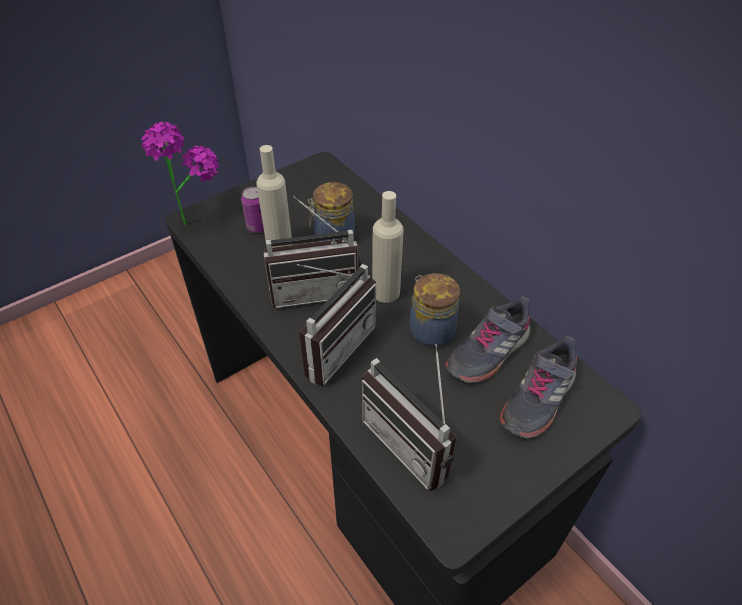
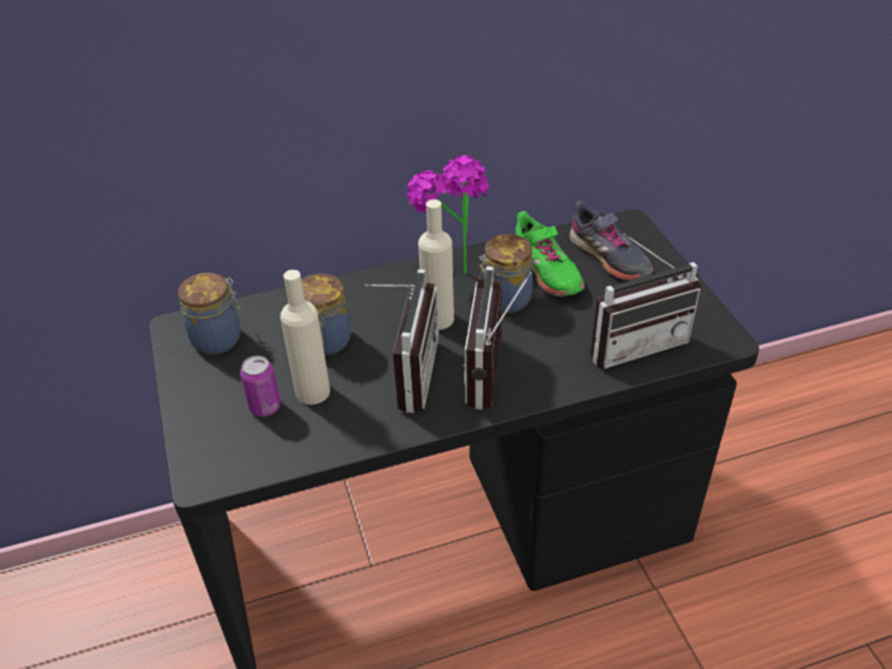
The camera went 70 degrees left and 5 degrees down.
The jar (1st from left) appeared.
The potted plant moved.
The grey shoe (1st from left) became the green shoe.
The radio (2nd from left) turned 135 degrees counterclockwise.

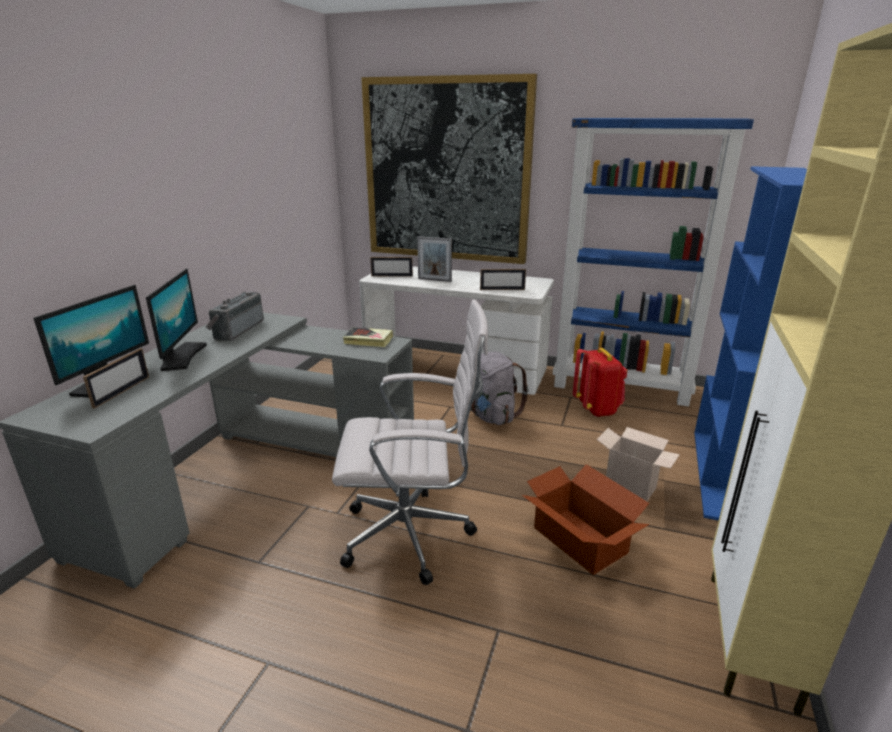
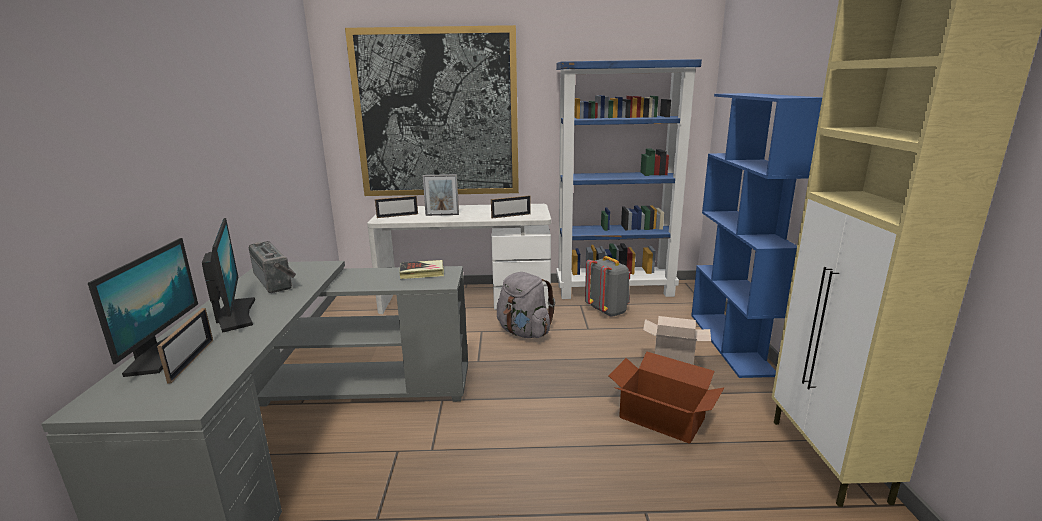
The camera went 20 degrees left and 5 degrees down.
The white office chair disappeared.
The red backpack became the grey backpack (2nd from left).
The radio turned 150 degrees clockwise.

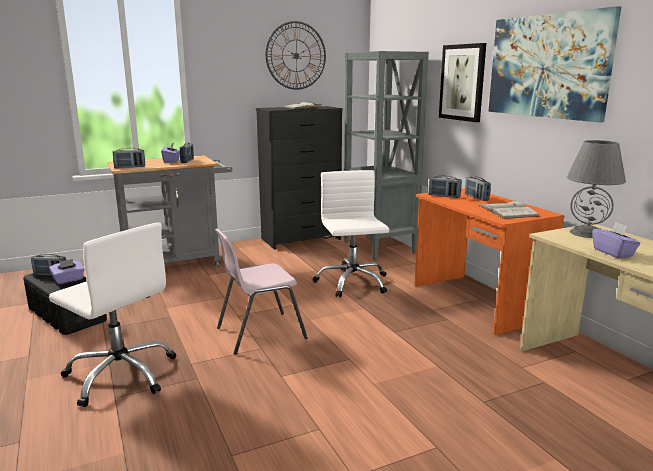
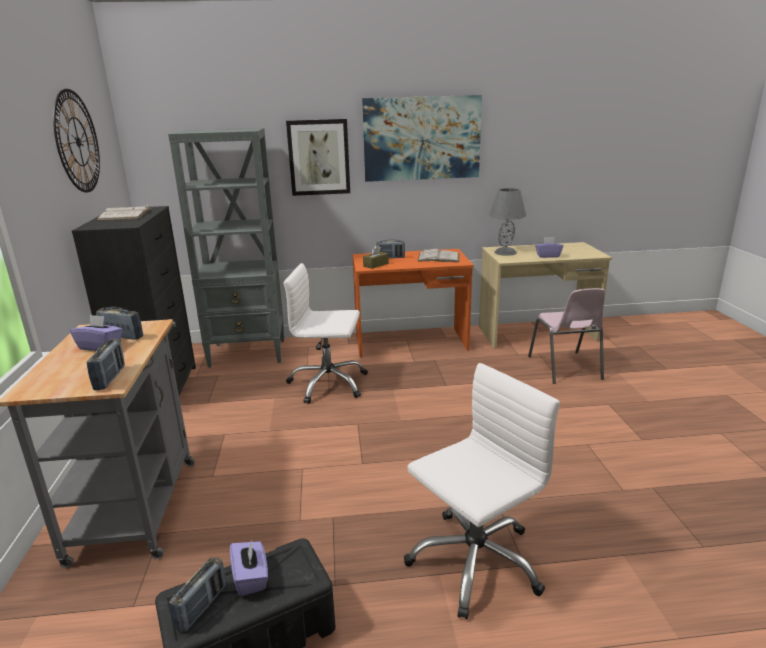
The camera went 70 degrees left and 5 degrees up.
The pink chair moved.
The radio (4th from left) was replaced by the brown tissue box.

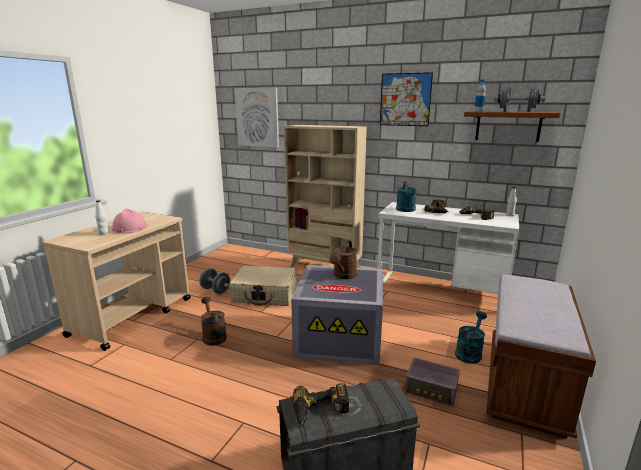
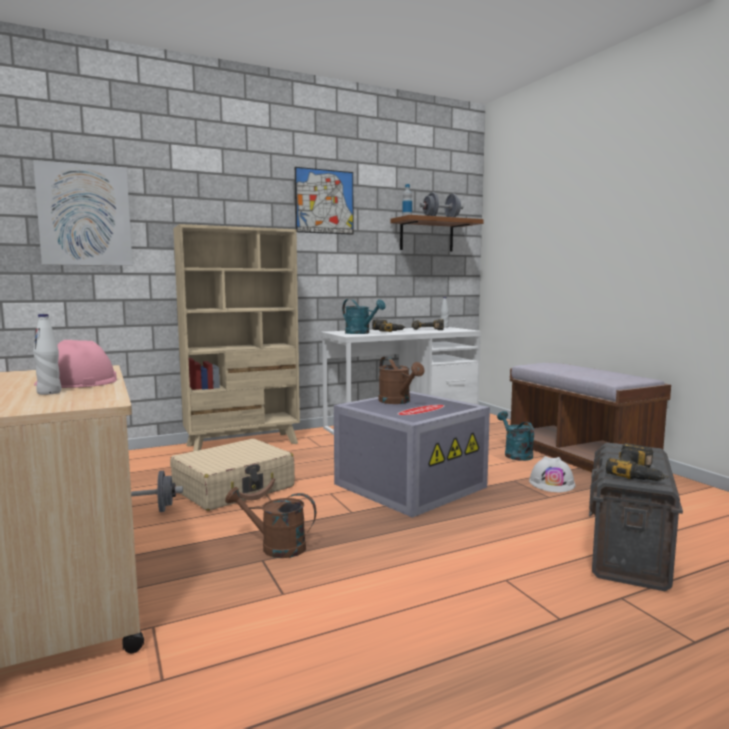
The camera went 50 degrees left and 10 degrees down.
The radio was replaced by the white hard hat.

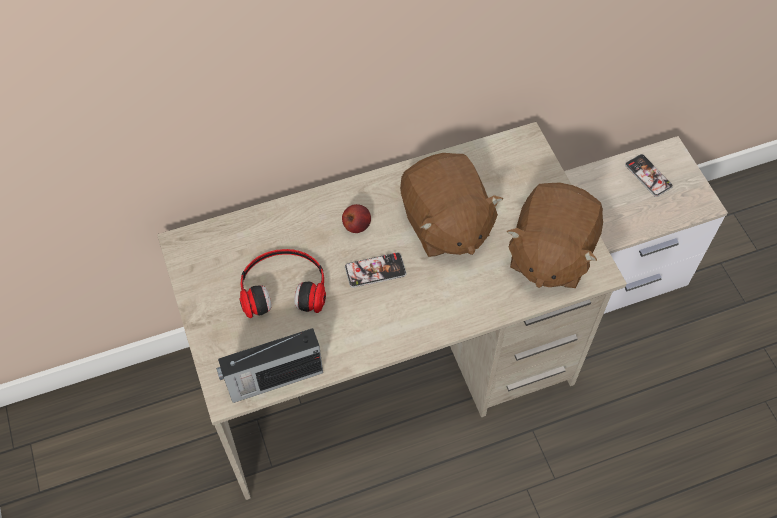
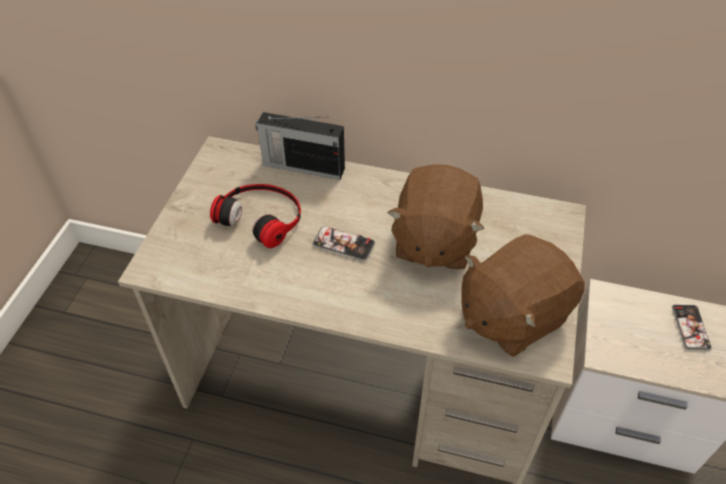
The camera went 35 degrees right and 10 degrees down.
The apple disappeared.
The radio moved.

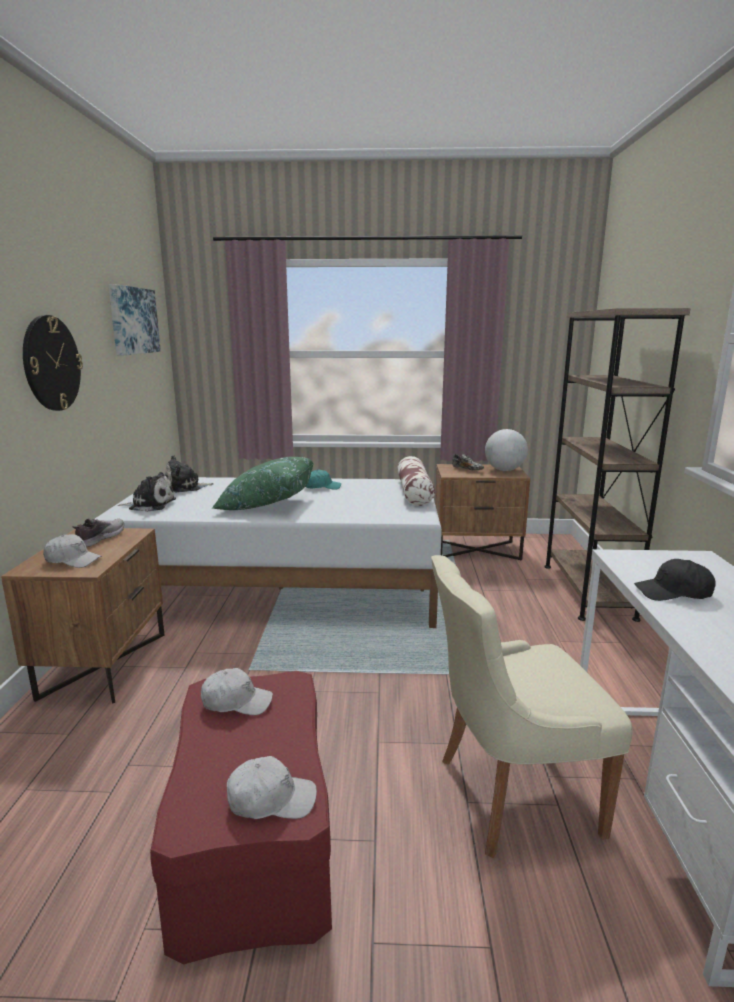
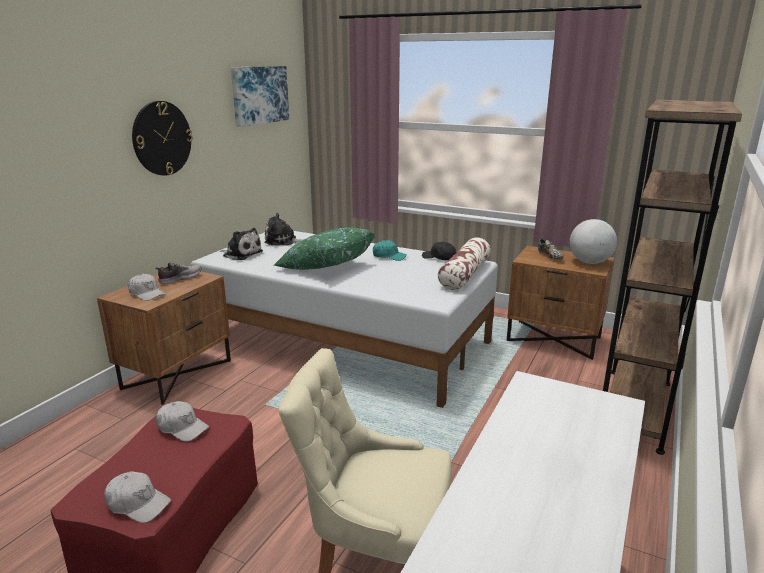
The camera went 25 degrees right and 5 degrees up.
The black cap moved.

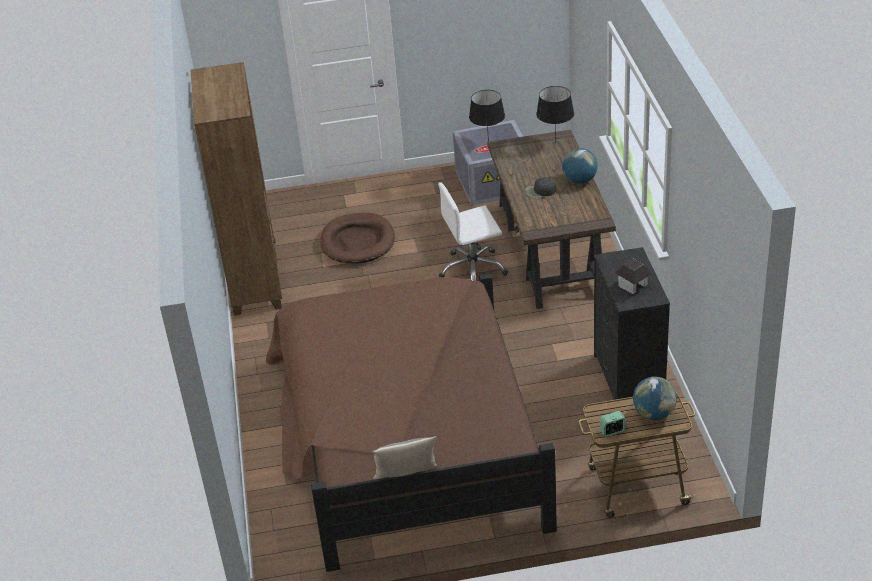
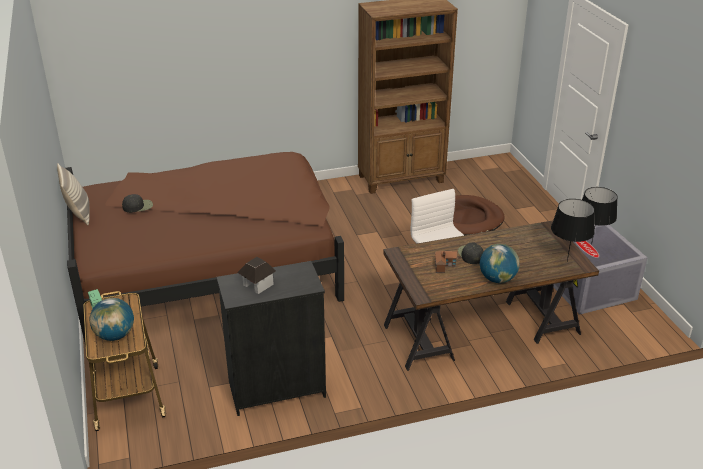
The camera went 80 degrees right and 5 degrees down.
The black cap (1st from left) appeared.
The toy house (2nd from left) appeared.

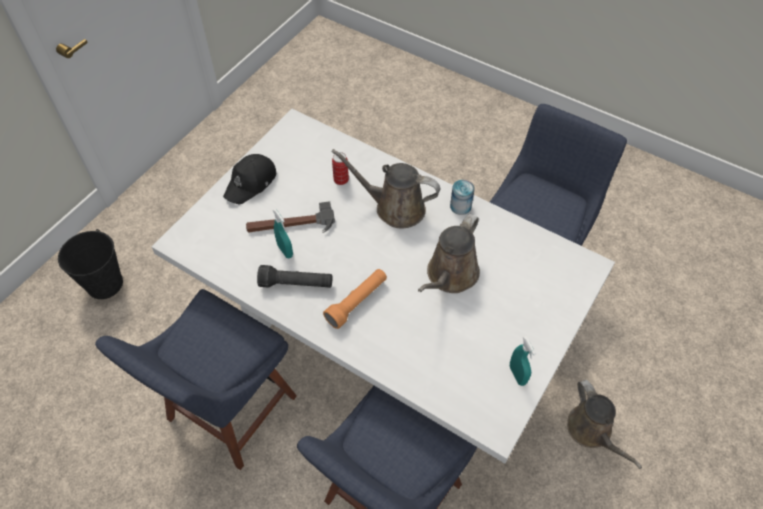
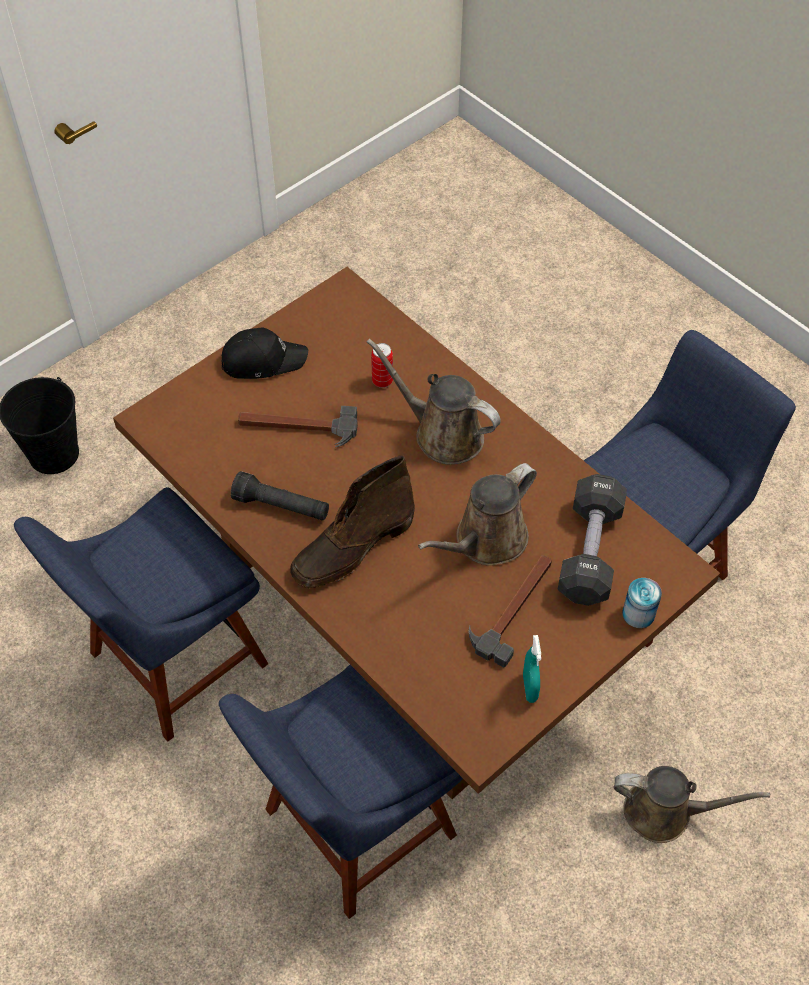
The camera went 15 degrees right and 0 degrees up.
The turquoise spray bottle (1st from left) disappeared.
The hammer (2nd from left) appeared.
The black dumbbell appeared.
The can (2nd from left) moved.
The orange flashlight was replaced by the brown boot.
The white dining table became the brown dining table.
The black cap turned 150 degrees counterclockwise.
The brown watering can (3rd from left) turned 75 degrees counterclockwise.

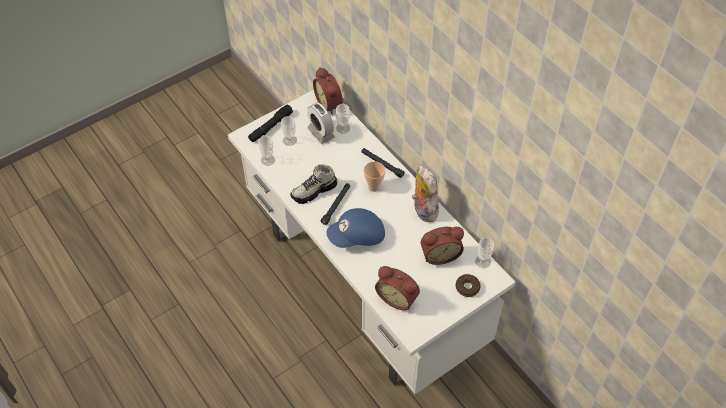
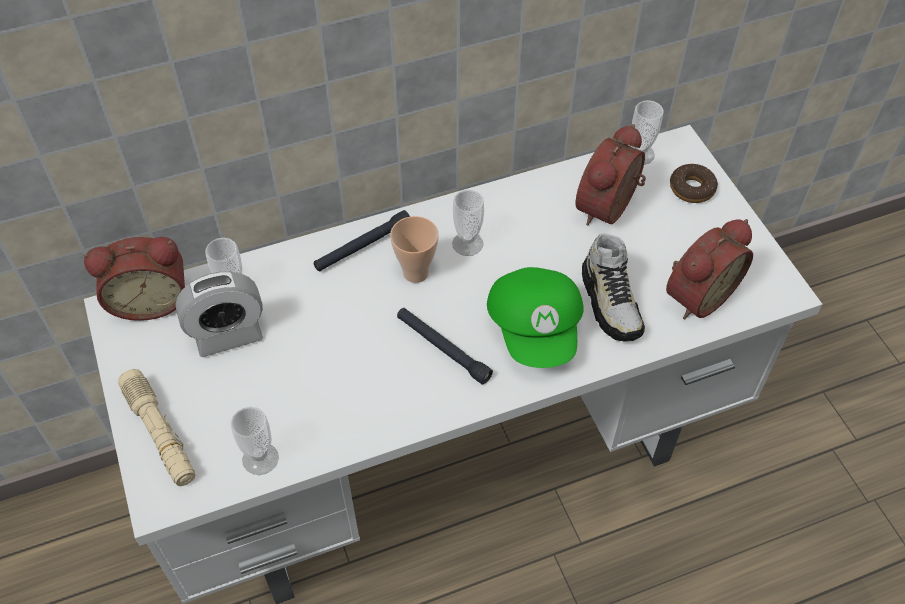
The camera went 75 degrees left and 0 degrees up.
The plush toy disappeared.
The cup (2nd from left in the first image) moved.
The shoe moved.
The black flashlight (1st from left) became the beige flashlight.
The blue cap became the green cap.
The alarm clock (4th from left in the first image) turned 150 degrees counterclockwise.

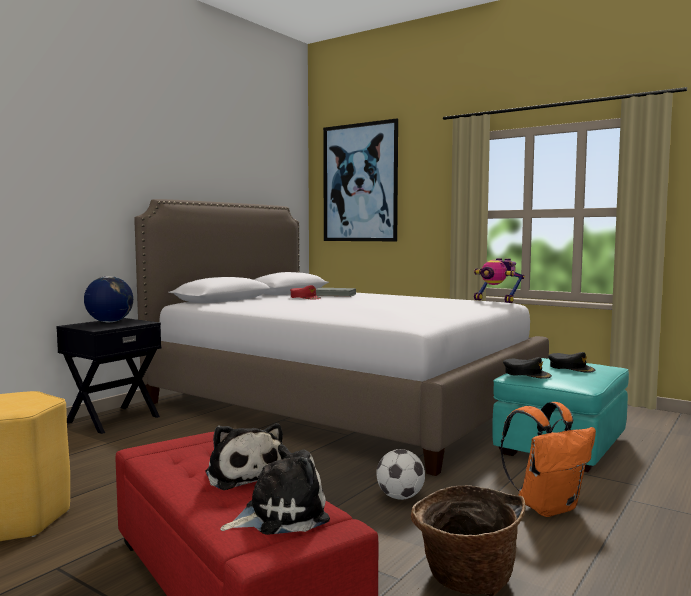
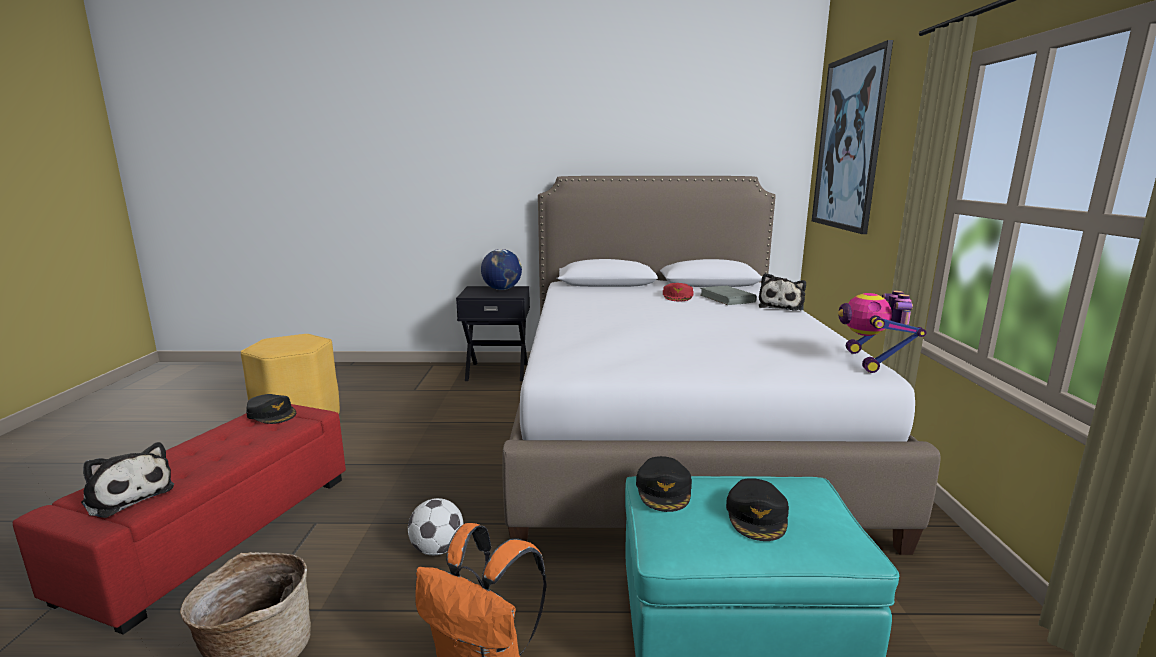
The camera went 55 degrees right and 10 degrees up.
The black cap (1st from left) appeared.
The plush toy (1st from left in the first image) moved.

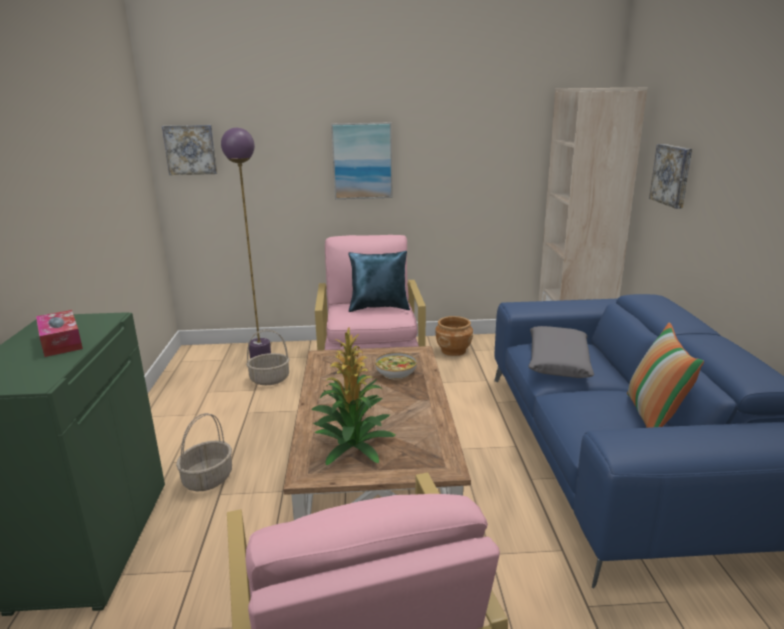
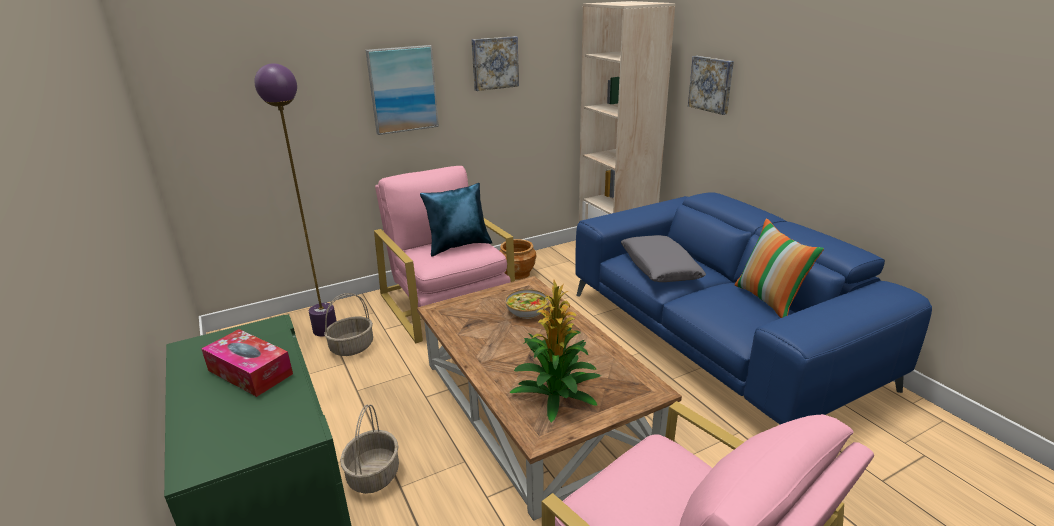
The camera went 25 degrees left and 5 degrees up.
The picture (1st from left in the first image) moved.

